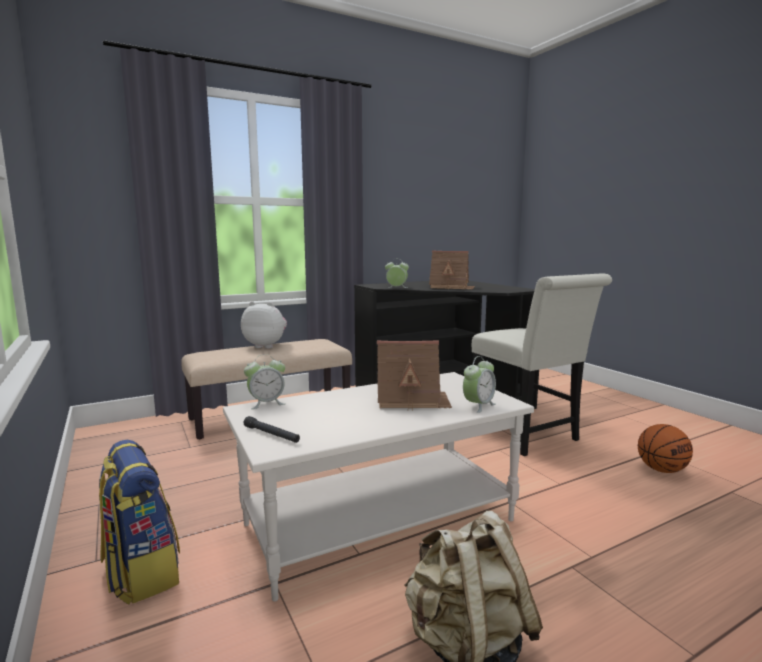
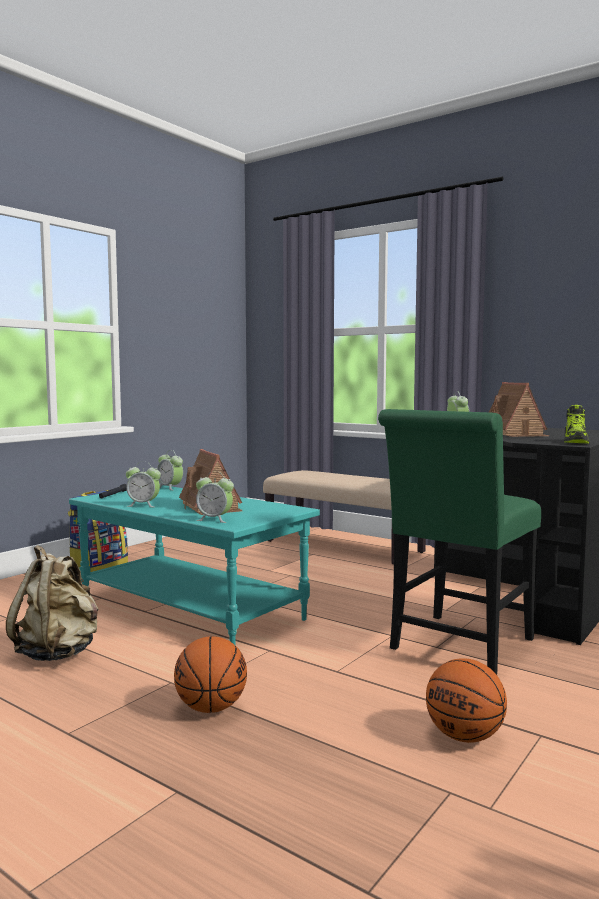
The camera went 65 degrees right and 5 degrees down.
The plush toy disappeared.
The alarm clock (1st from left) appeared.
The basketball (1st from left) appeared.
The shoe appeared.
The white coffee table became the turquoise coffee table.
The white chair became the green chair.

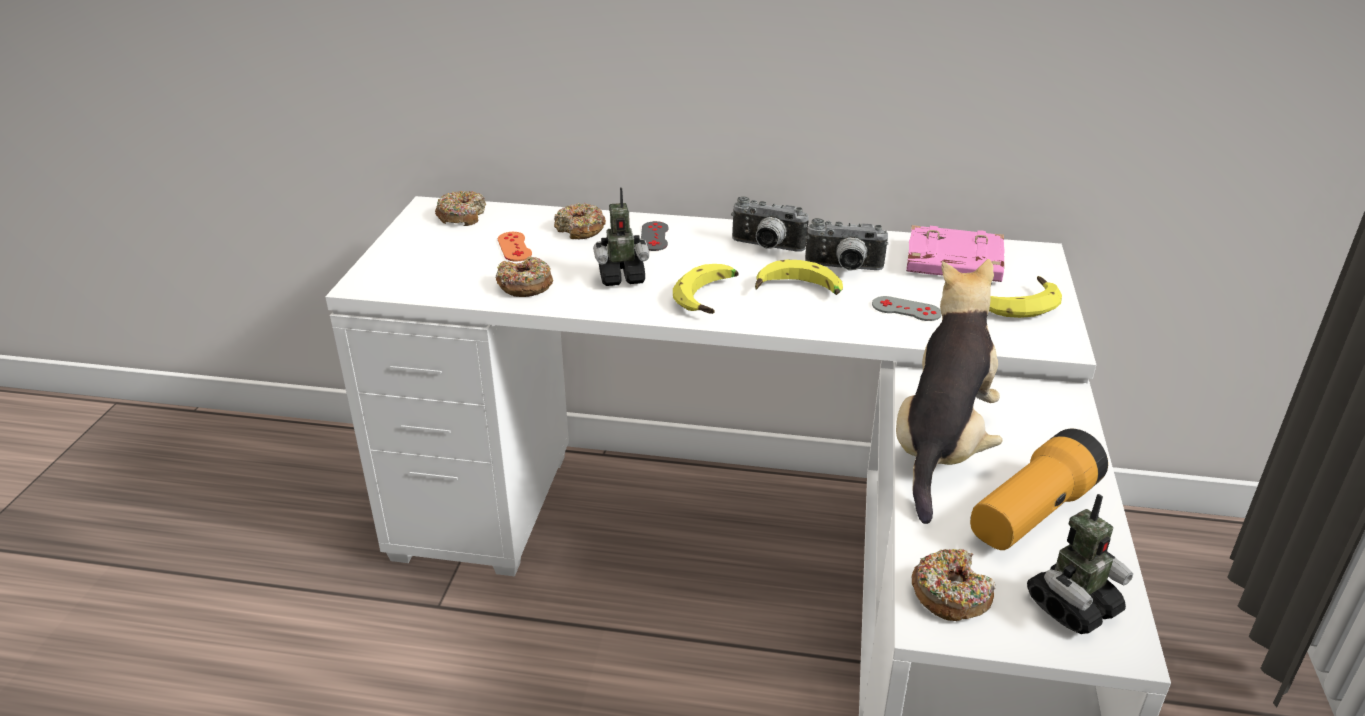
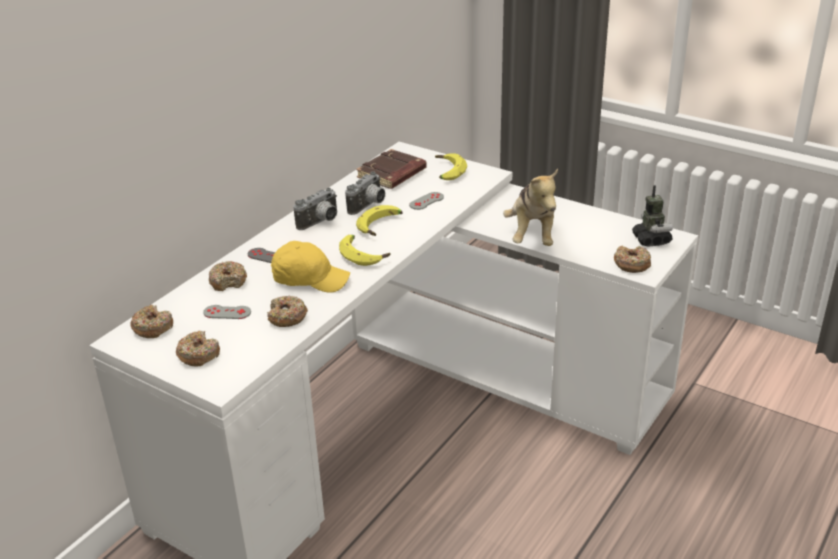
The camera went 65 degrees left and 0 degrees up.
The flashlight disappeared.
The donut (2nd from left) appeared.
The toy robot (1st from left) was replaced by the yellow cap.
The orange game controller became the grey game controller (1st from left).
The pink book became the brown book.
The plush toy turned 135 degrees counterclockwise.

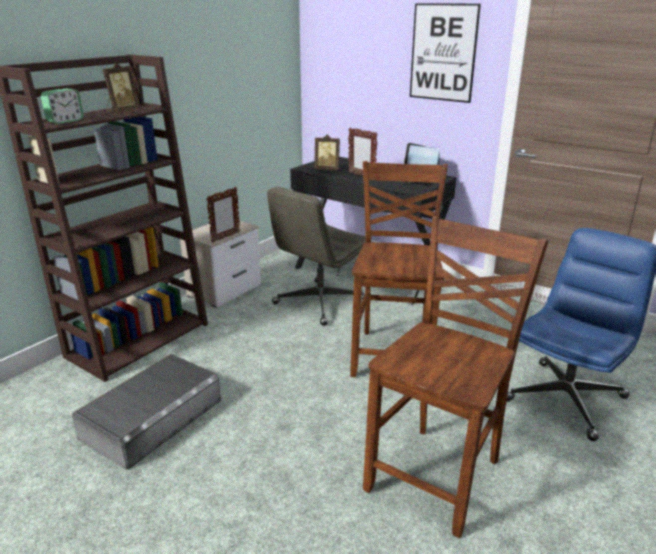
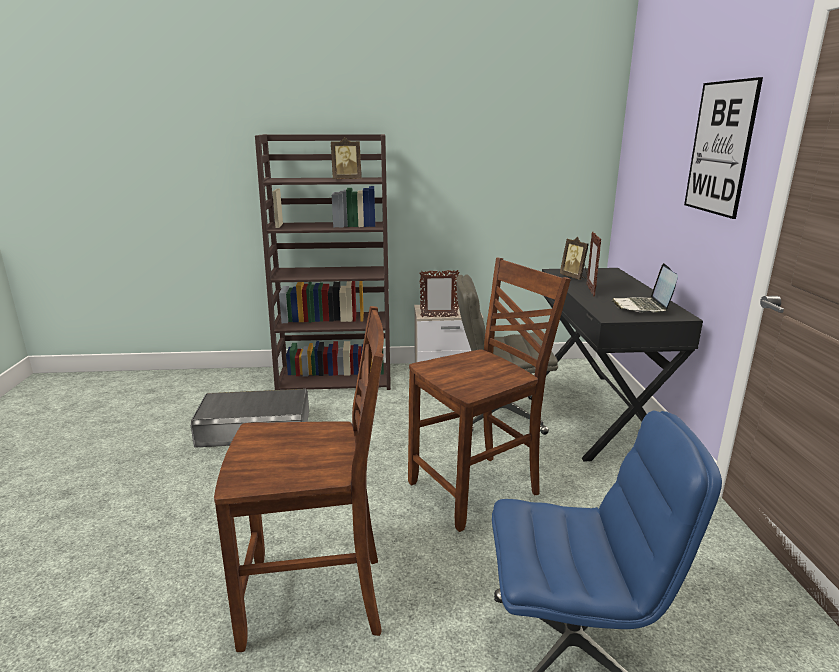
The camera went 50 degrees right and 5 degrees down.
The alarm clock disappeared.

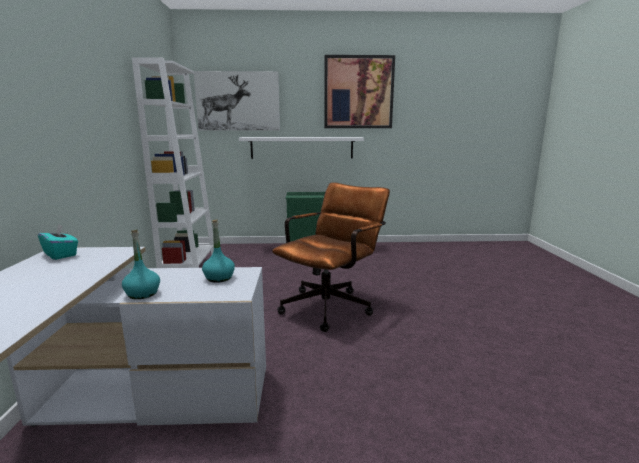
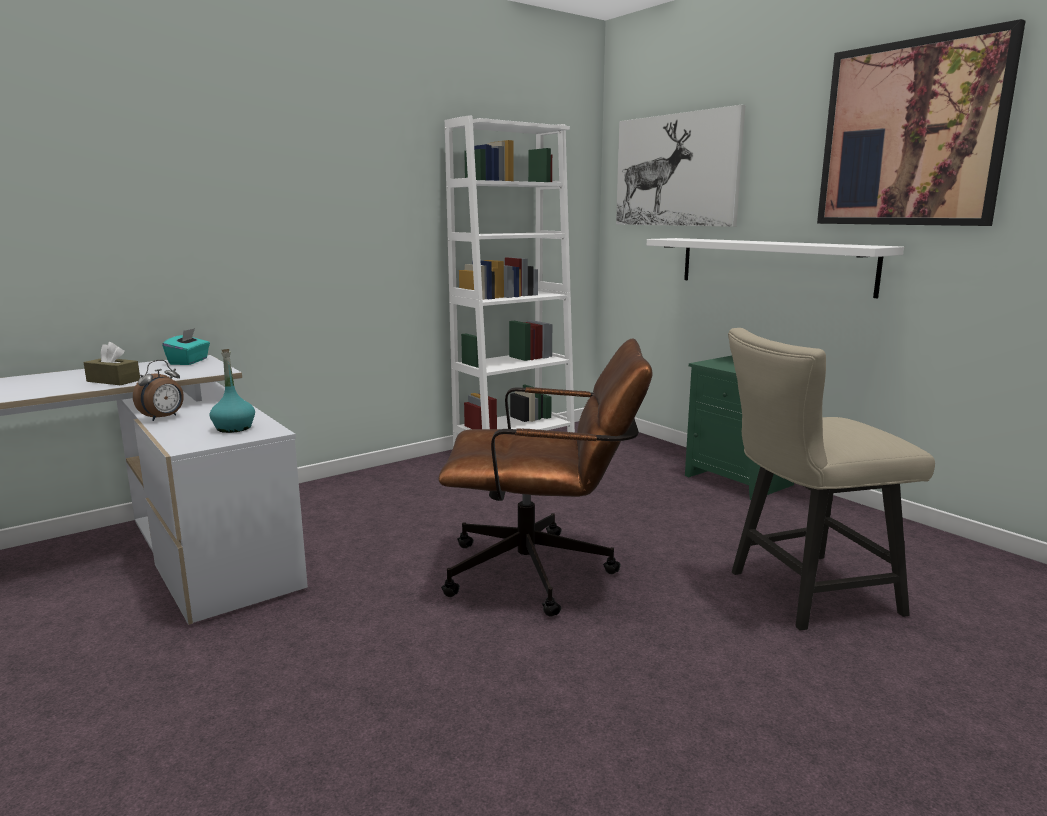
The camera went 55 degrees right and 0 degrees up.
The brown tissue box appeared.
The beige chair appeared.
The turquoise bottle (1st from left) was replaced by the alarm clock.

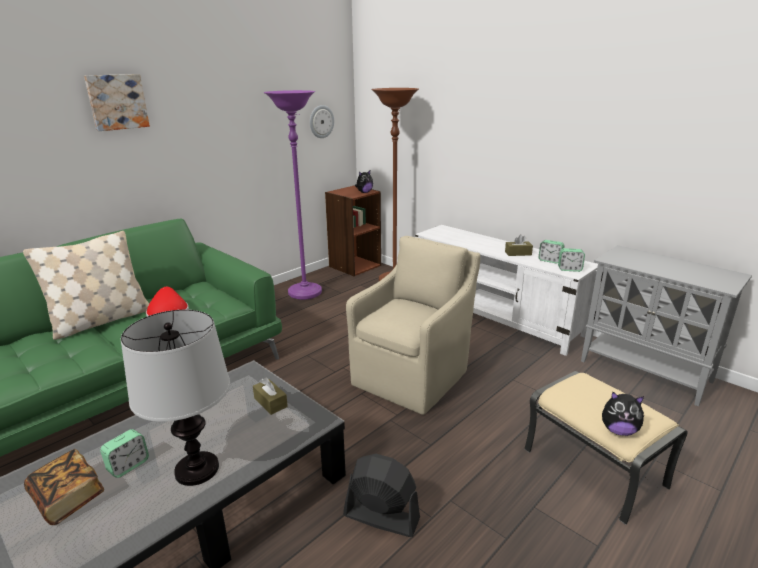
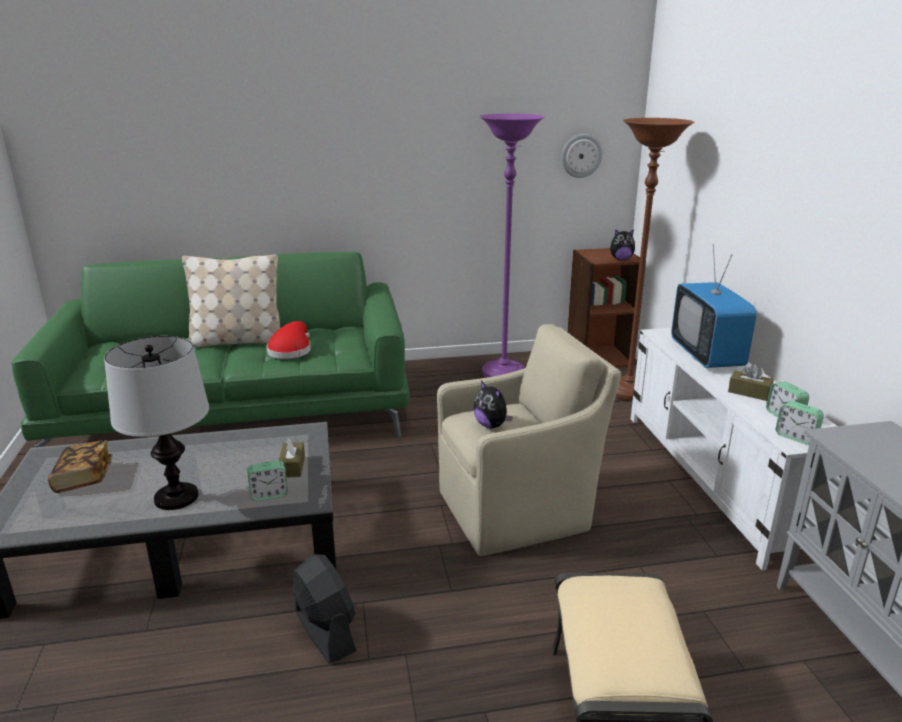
The camera went 35 degrees right and 0 degrees up.
The picture disappeared.
The television appeared.
The alarm clock (1st from left) moved.
The plush toy (2nd from left in the first image) moved.

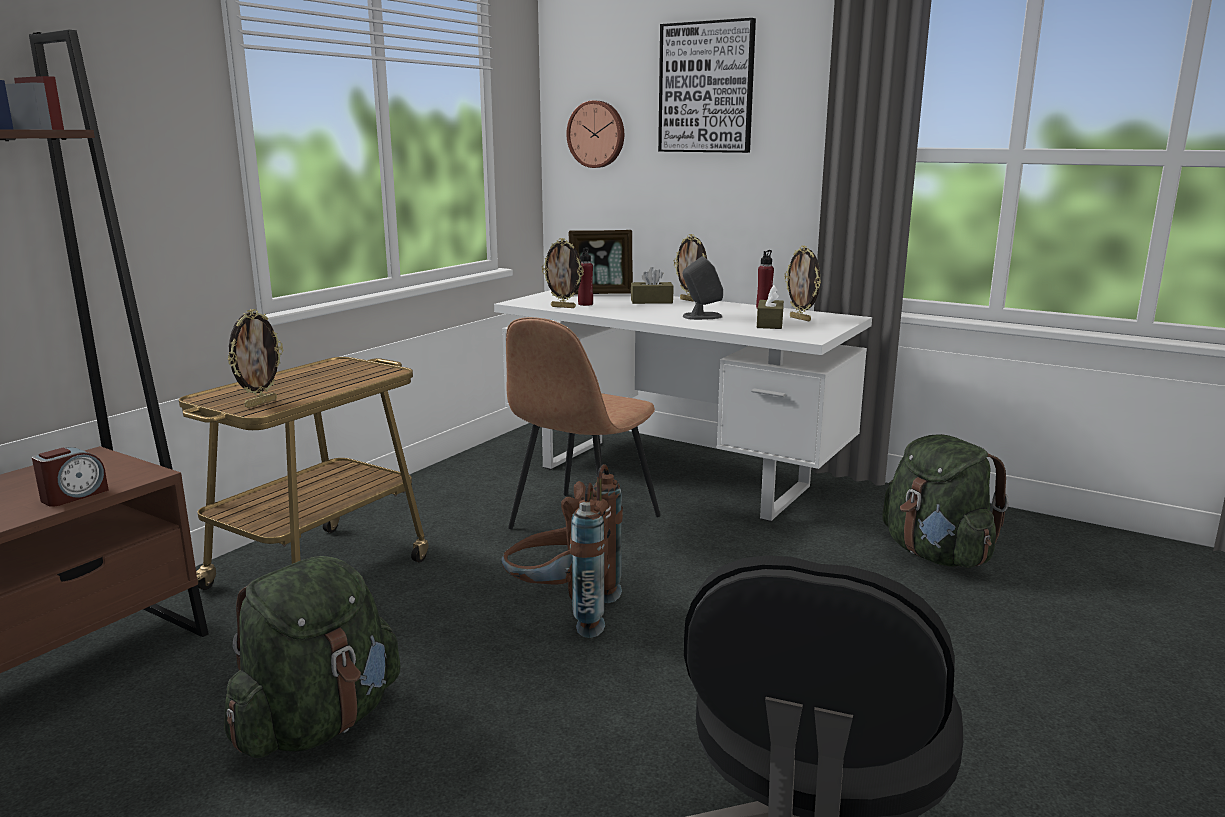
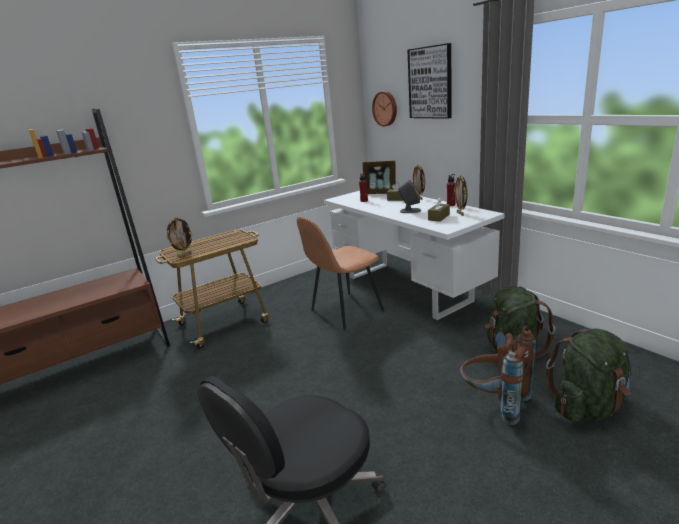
The camera went 25 degrees right and 5 degrees up.
The alarm clock disappeared.
The picture frame (2nd from left) disappeared.
The green backpack (1st from left in the first image) moved.
The brown backpack moved.

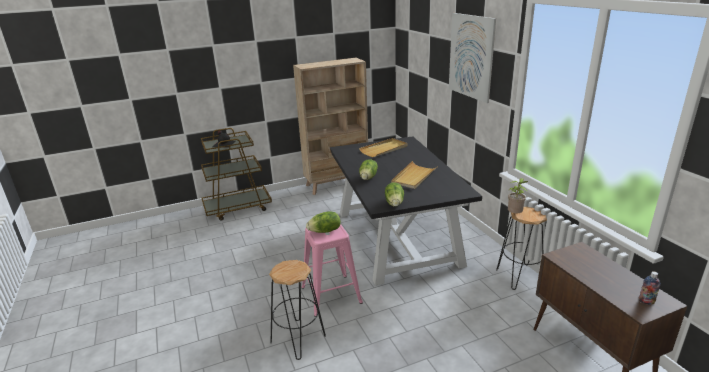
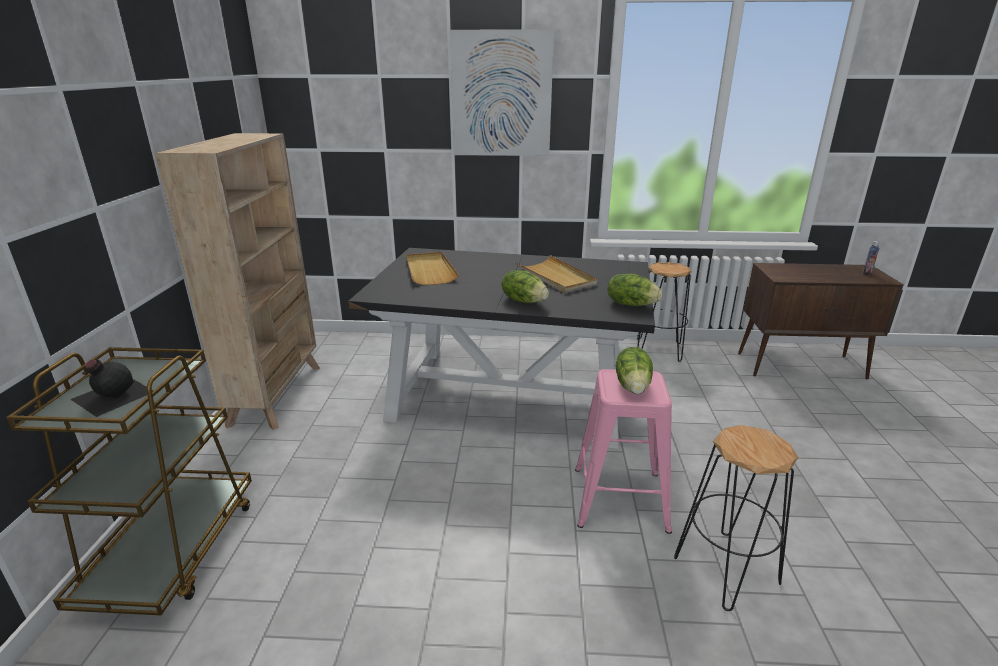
The camera went 65 degrees left and 0 degrees up.
The potted plant disappeared.

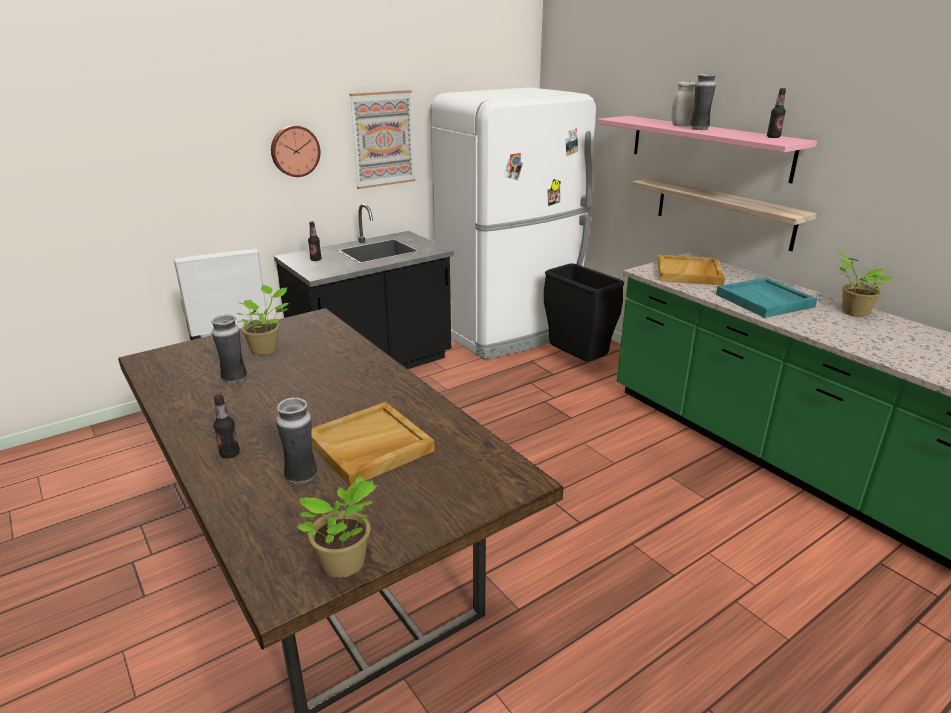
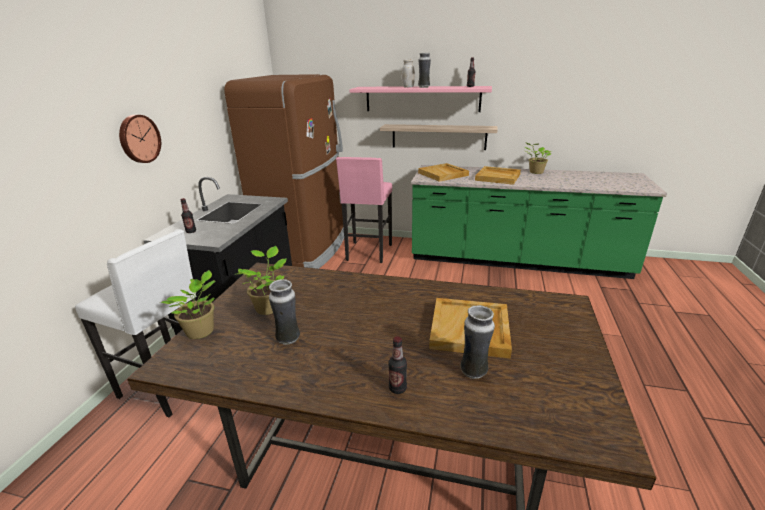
The camera went 40 degrees left and 0 degrees up.
The picture disappeared.
The potted plant (2nd from left in the first image) moved.
The black trash can was replaced by the pink stool.
The white fridge became the brown fridge.
The turquoise tray became the beige tray (3rd from left).

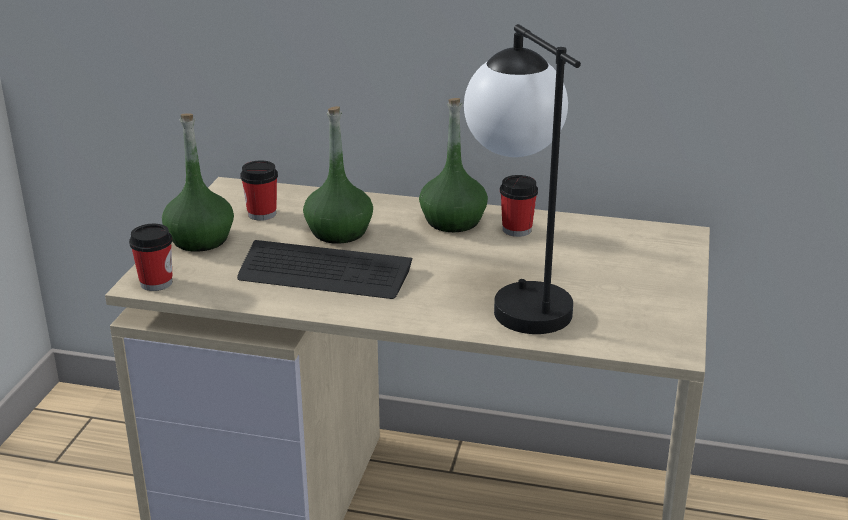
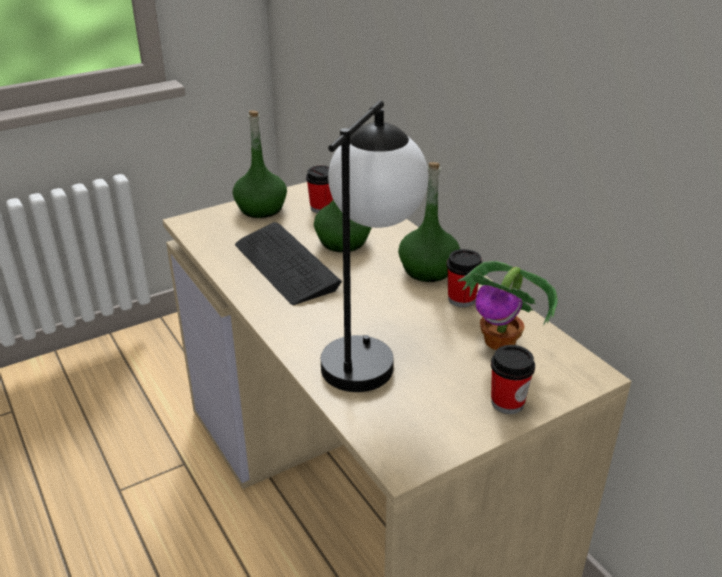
The camera went 45 degrees right and 5 degrees up.
The potted plant appeared.
The cup (1st from left in the first image) moved.

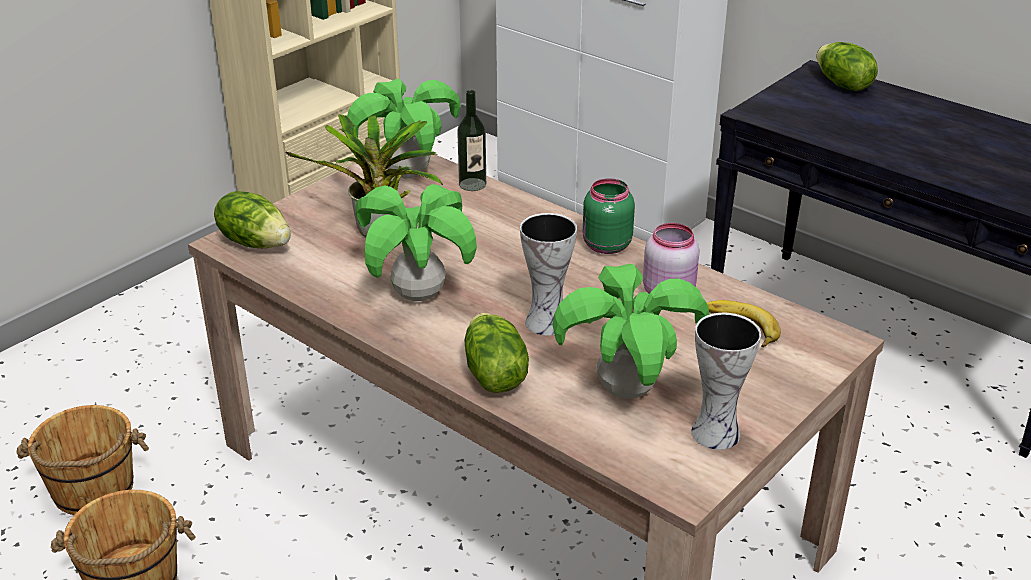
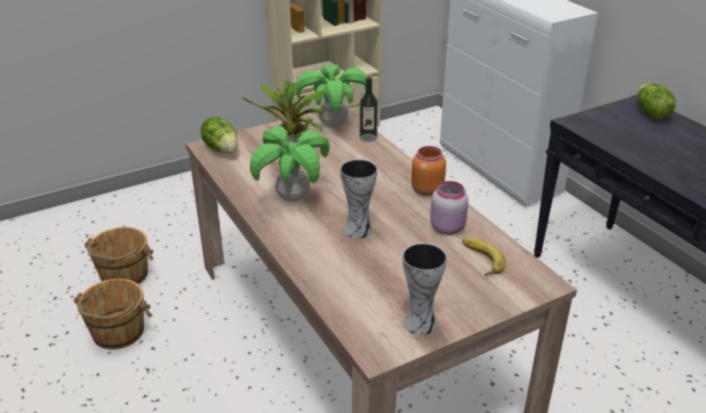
The camera went 20 degrees right and 0 degrees up.
The lettuce (2nd from left) disappeared.
The potted plant (4th from left) disappeared.
The green jar became the orange jar.

